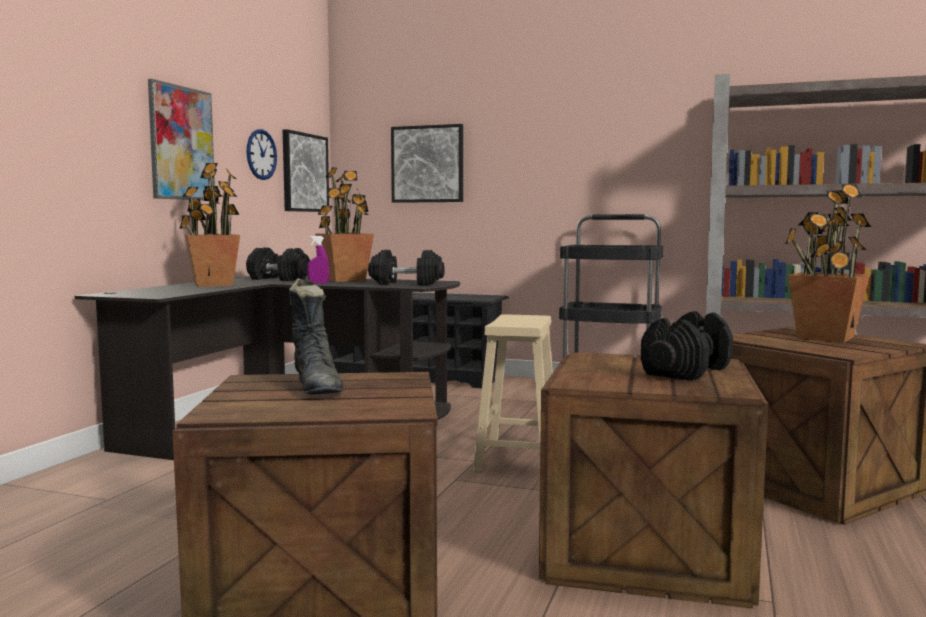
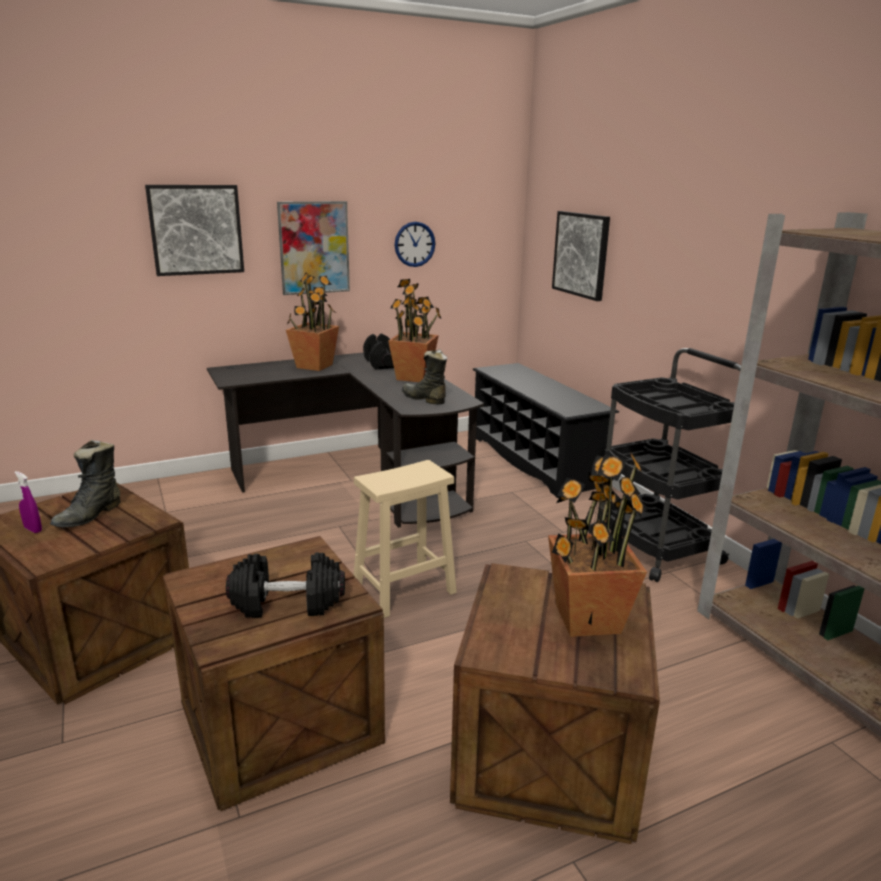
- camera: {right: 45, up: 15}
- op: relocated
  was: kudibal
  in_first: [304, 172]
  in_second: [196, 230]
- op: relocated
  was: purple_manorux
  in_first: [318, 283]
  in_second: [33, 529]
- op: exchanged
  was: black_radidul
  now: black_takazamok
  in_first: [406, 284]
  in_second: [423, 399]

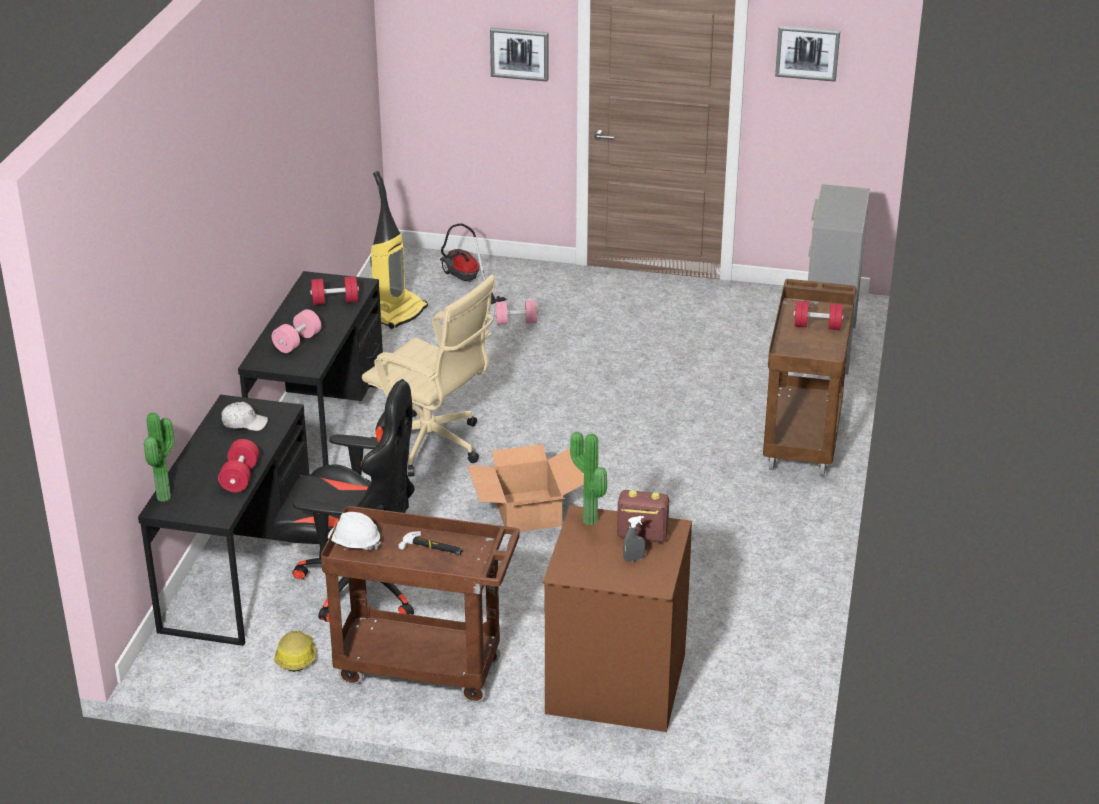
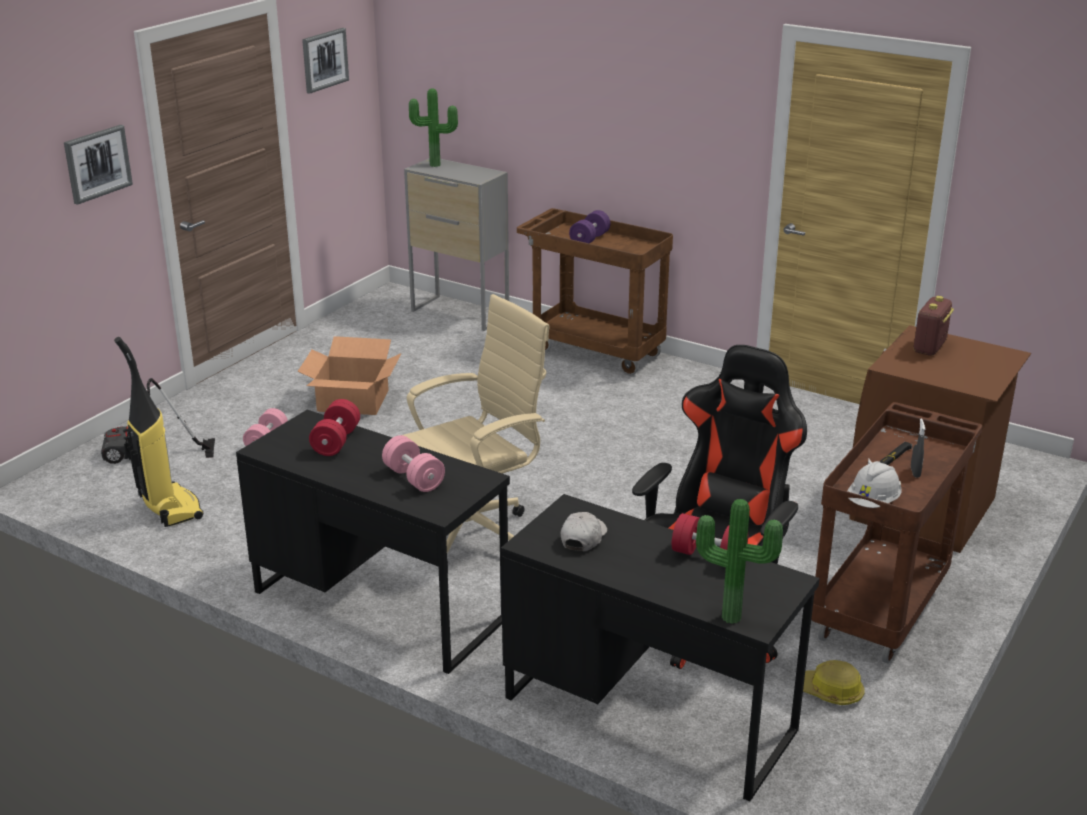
- camera: {right: -70, up: -5}
- op: relocated
  was: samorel
  in_first: [527, 511]
  in_second: [353, 401]
- op: relocated
  was: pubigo
  in_first: [587, 522]
  in_second: [435, 165]
- op: relocated
  was: grey_manorux
  in_first: [634, 559]
  in_second: [915, 472]
- op: colour
  was: red_radidul
  now: purple_radidul
  in_first: [817, 326]
  in_second: [589, 239]

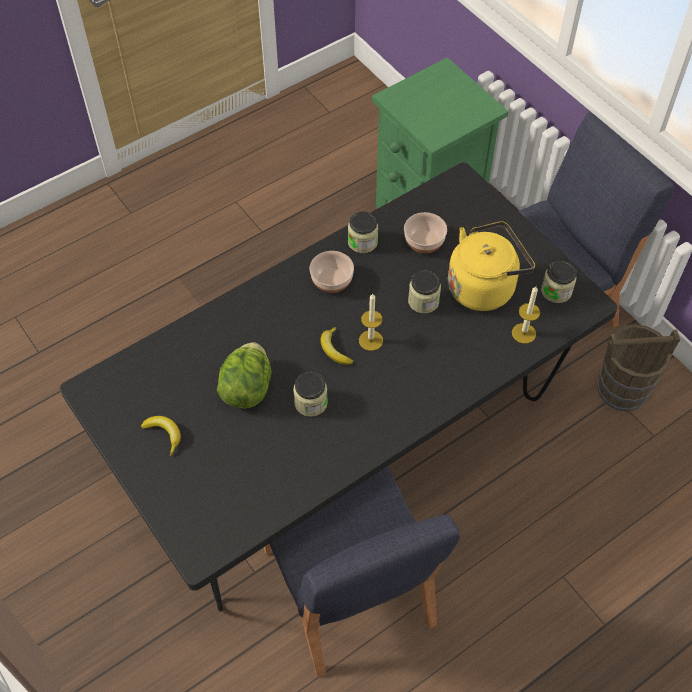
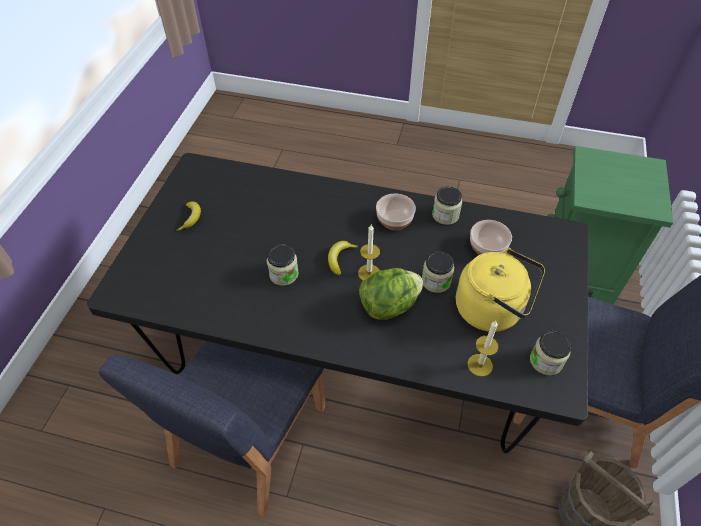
- camera: {right: 50, up: -5}
- op: relocated
  was: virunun
  in_first: [247, 388]
  in_second: [389, 306]

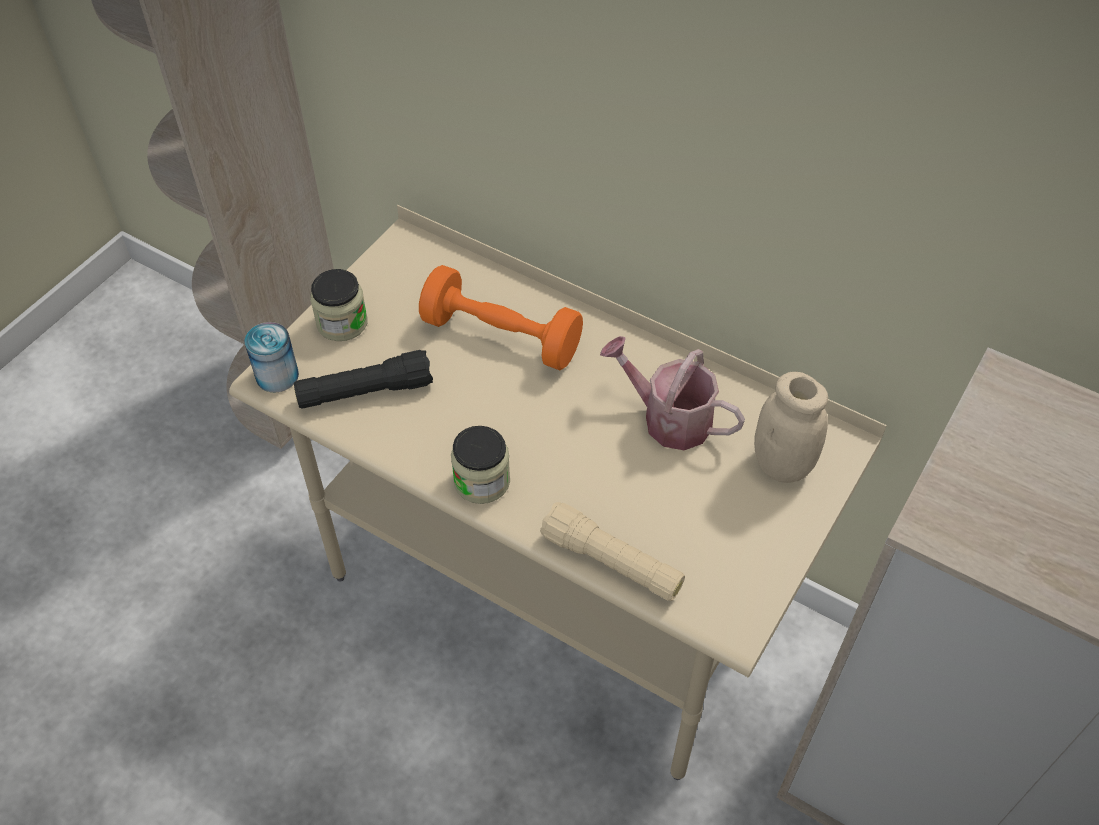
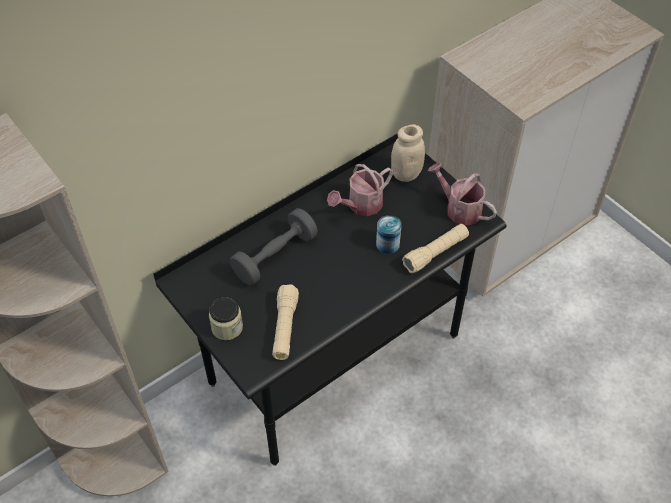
- camera: {right: -70, up: 0}
- op: missing
  was: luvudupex
  in_first: [482, 481]
- op: appeared
  now: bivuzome
  in_second: [459, 209]
- op: relocated
  was: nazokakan
  in_first: [277, 375]
  in_second: [387, 244]
- op: colour
  was: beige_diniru
  now: black_diniru
  in_first: [550, 599]
  in_second: [334, 359]
- op: colour
  was: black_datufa
  now: beige_datufa
  in_first: [365, 392]
  in_second: [285, 327]
- op: colour
  was: orange_radidul
  now: grey_radidul
  in_first: [501, 337]
  in_second: [275, 256]

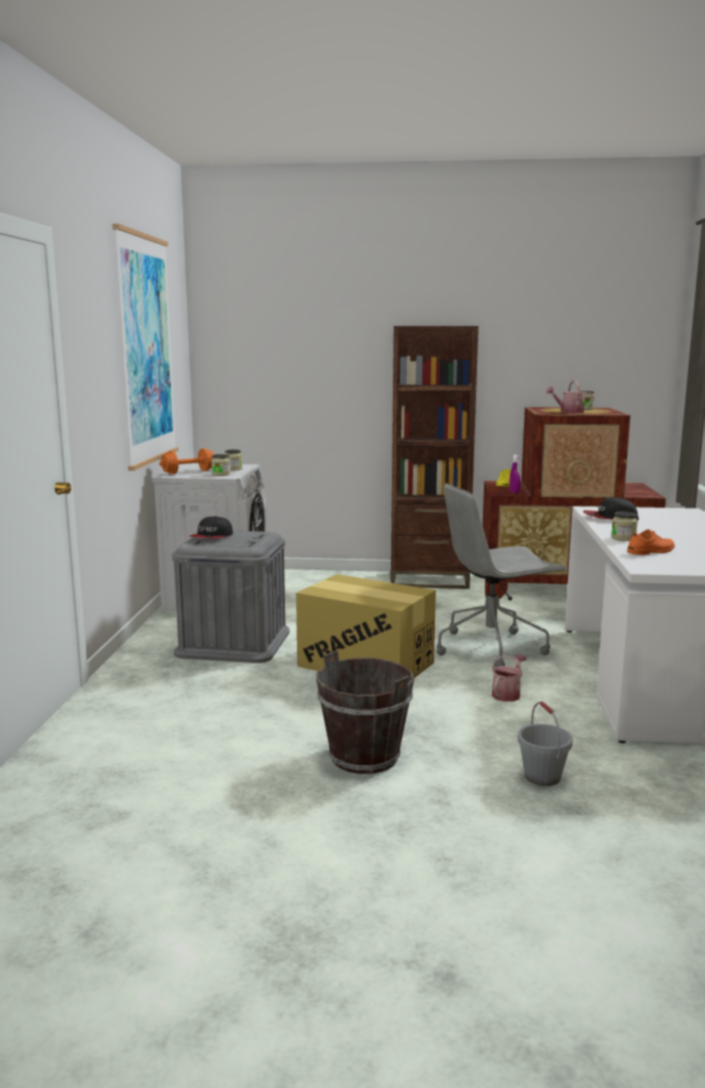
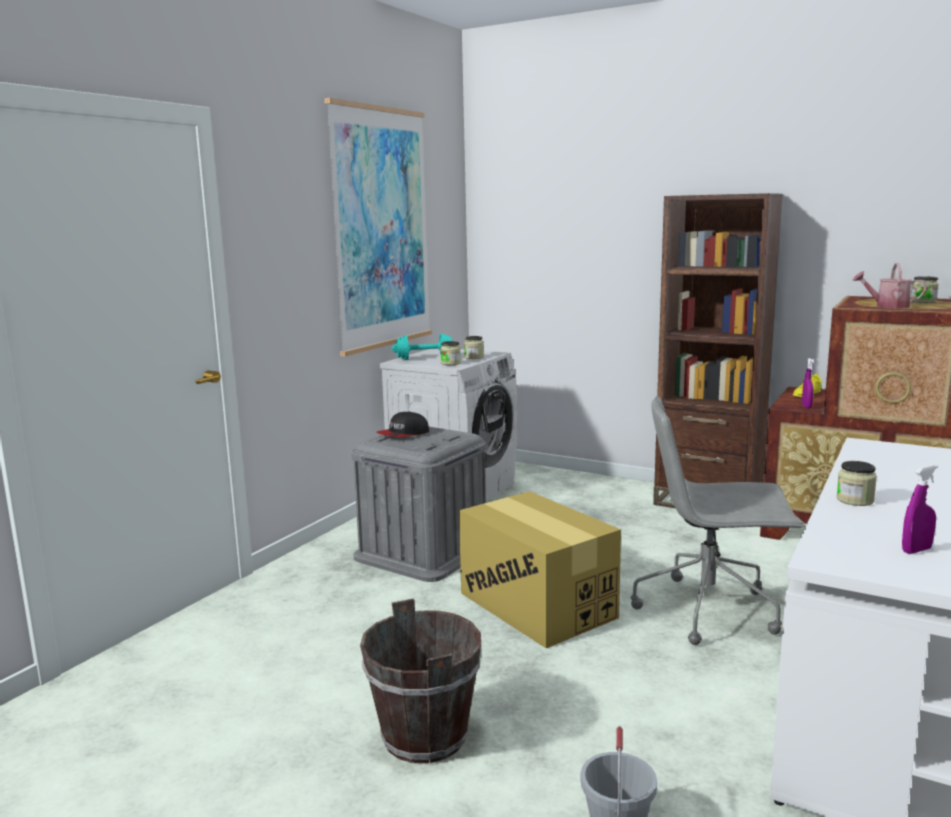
- camera: {right: 25, up: 0}
- op: missing
  was: bivuzome
  in_first: [507, 694]
- op: missing
  was: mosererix
  in_first: [610, 518]
- op: missing
  was: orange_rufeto
  in_first: [651, 551]
- op: appeared
  now: purple_manorux
  in_second: [916, 550]
- op: colour
  was: orange_radidul
  now: turquoise_radidul
  in_first: [188, 472]
  in_second: [424, 358]

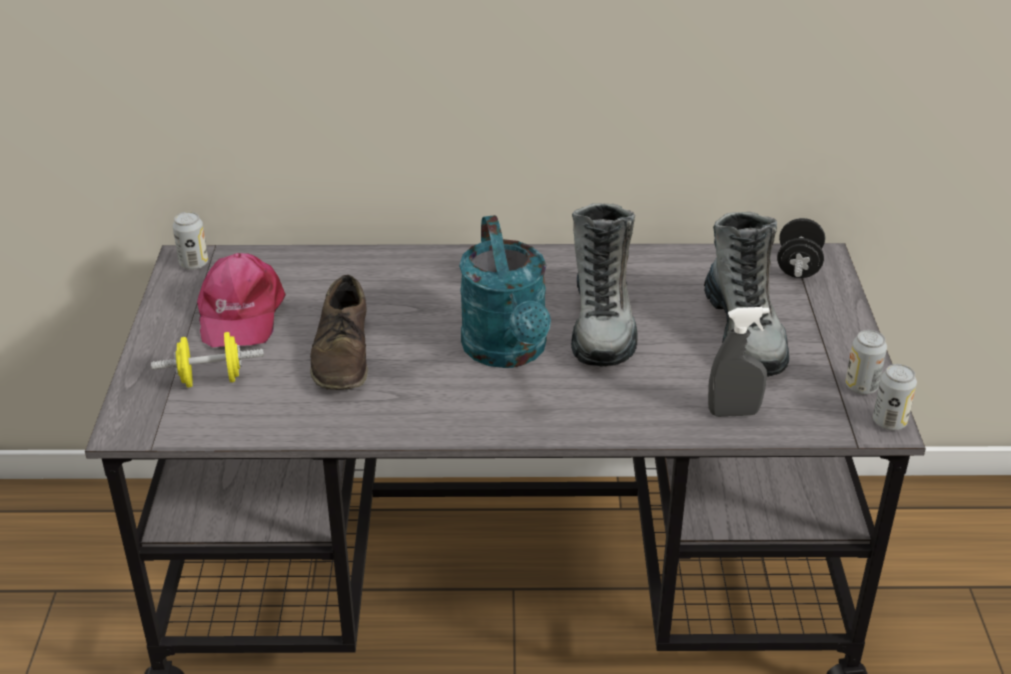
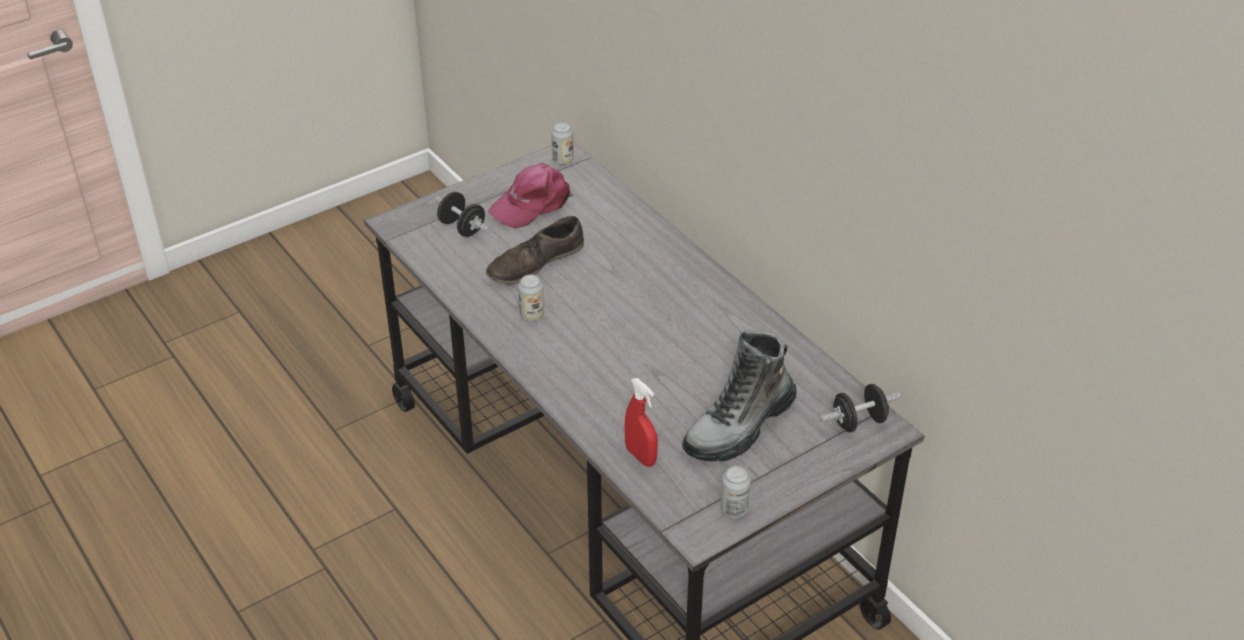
- camera: {right: 55, up: 5}
- op: missing
  was: turquoise_bivuzome
  in_first: [508, 352]
- op: missing
  was: takazamok
  in_first: [602, 324]
- op: relocated
  was: nazokakan
  in_first: [889, 422]
  in_second: [532, 315]
- op: colour
  was: yellow_radidul
  now: black_radidul
  in_first: [211, 379]
  in_second: [462, 228]
- op: colour
  was: grey_manorux
  now: red_manorux
  in_first: [733, 412]
  in_second: [640, 456]

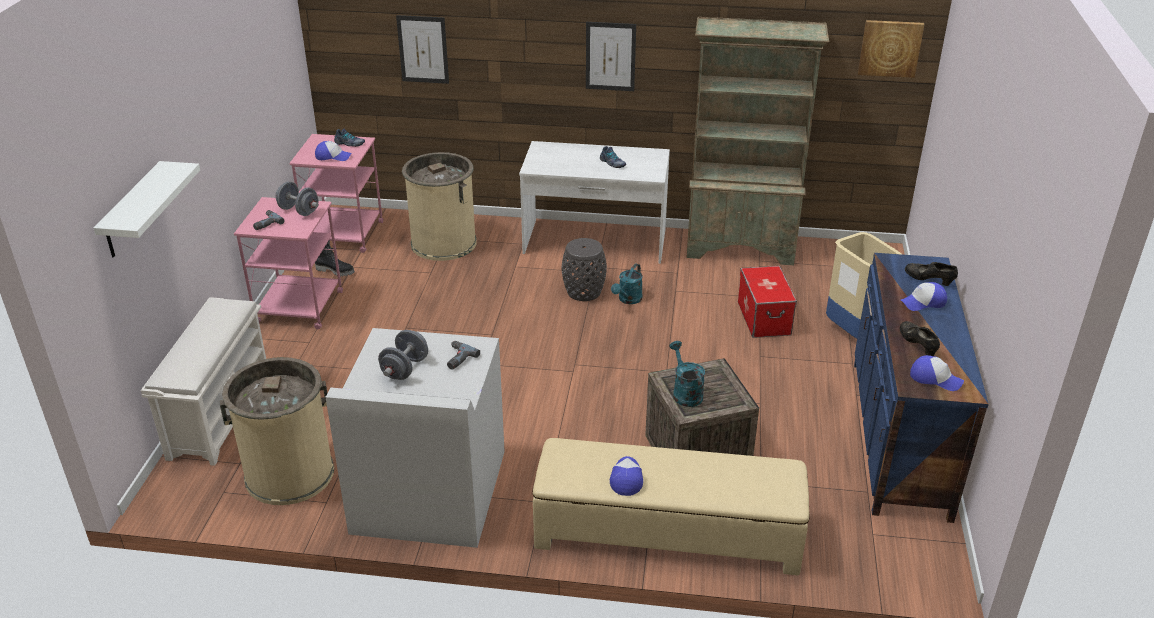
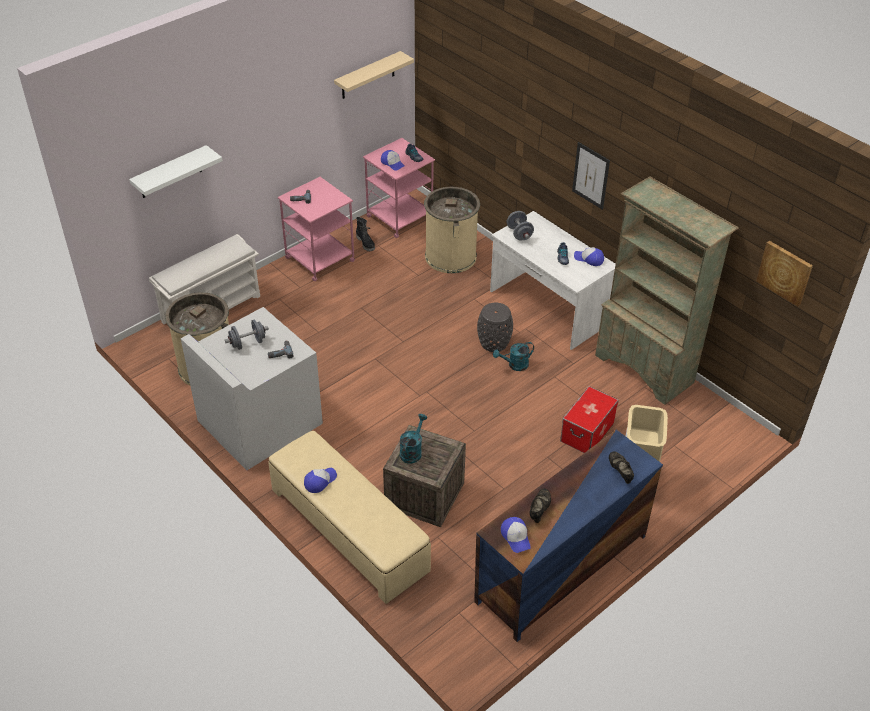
- camera: {right: 40, up: 10}
- op: missing
  was: kudibal
  in_first: [423, 49]
- op: appeared
  now: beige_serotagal
  in_second: [368, 76]
- op: relocated
  was: grey_radidul
  in_first: [299, 211]
  in_second: [519, 234]
- op: relocated
  was: mosererix
  in_first: [923, 302]
  in_second: [589, 259]

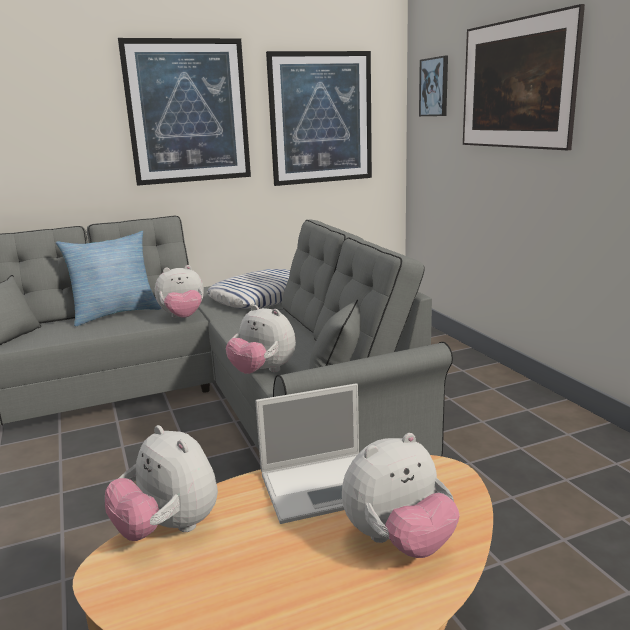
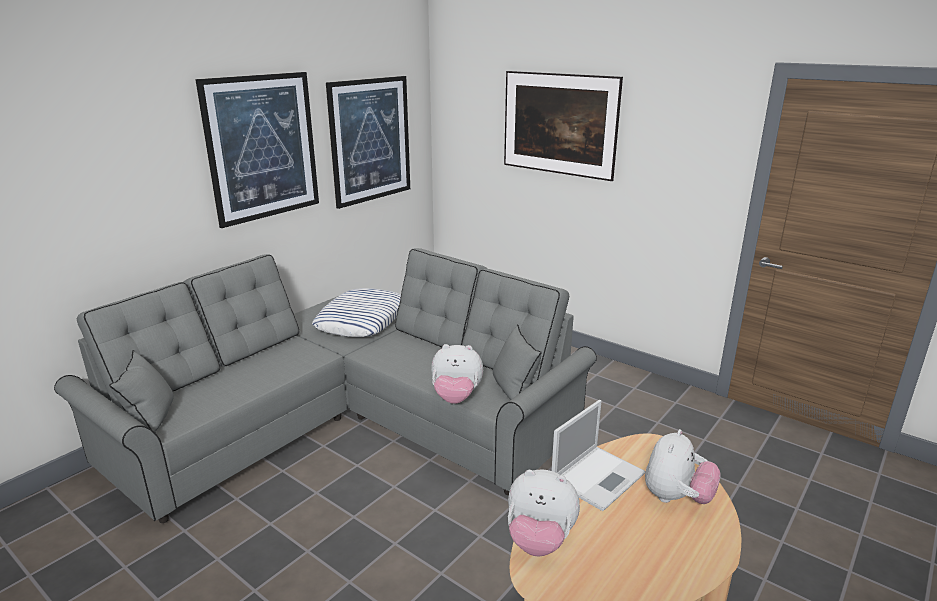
- camera: {right: -30, up: 5}
- op: missing
  was: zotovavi
  in_first: [115, 314]
- op: missing
  was: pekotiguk
  in_first: [183, 317]
- op: missing
  was: kudibal
  in_first: [434, 87]

